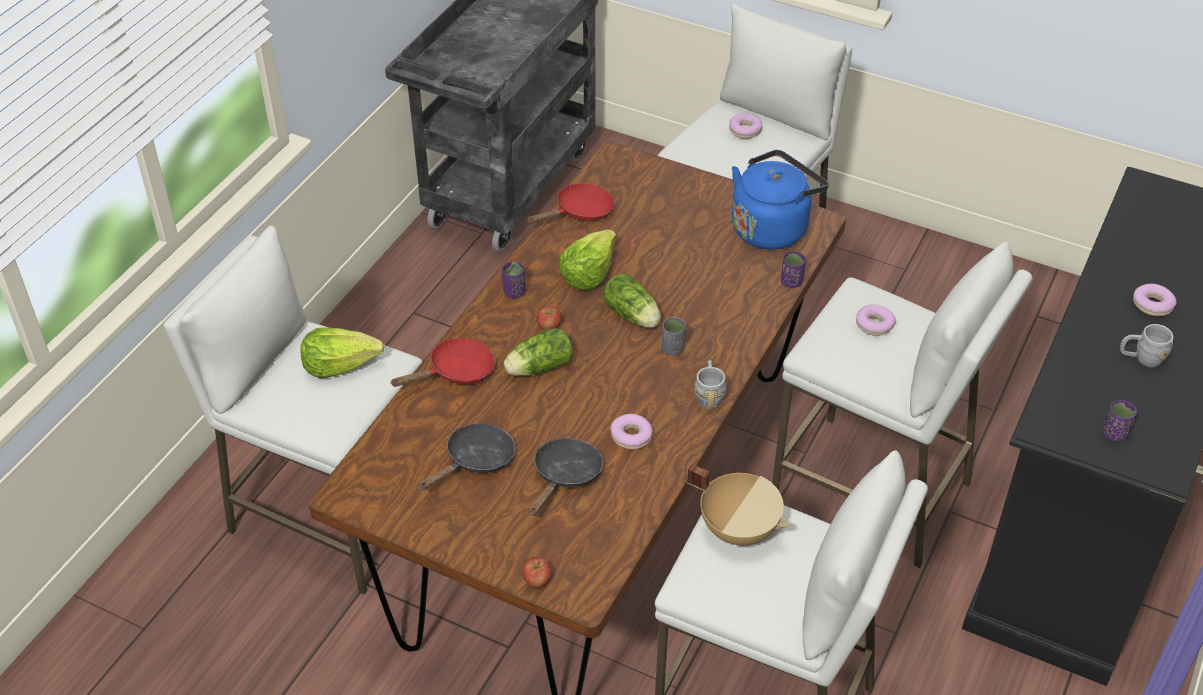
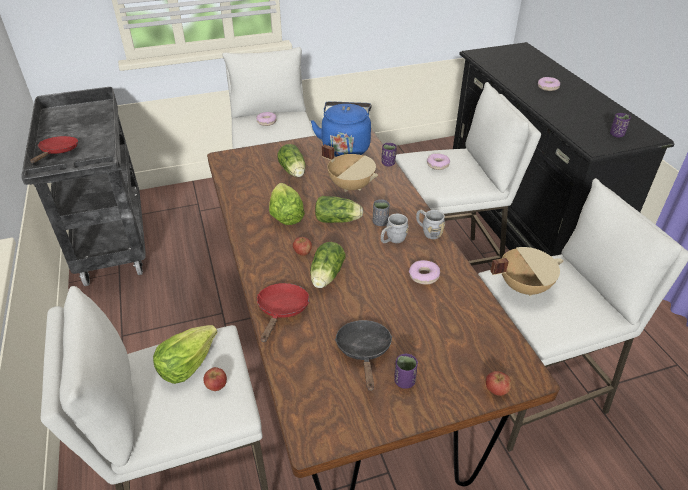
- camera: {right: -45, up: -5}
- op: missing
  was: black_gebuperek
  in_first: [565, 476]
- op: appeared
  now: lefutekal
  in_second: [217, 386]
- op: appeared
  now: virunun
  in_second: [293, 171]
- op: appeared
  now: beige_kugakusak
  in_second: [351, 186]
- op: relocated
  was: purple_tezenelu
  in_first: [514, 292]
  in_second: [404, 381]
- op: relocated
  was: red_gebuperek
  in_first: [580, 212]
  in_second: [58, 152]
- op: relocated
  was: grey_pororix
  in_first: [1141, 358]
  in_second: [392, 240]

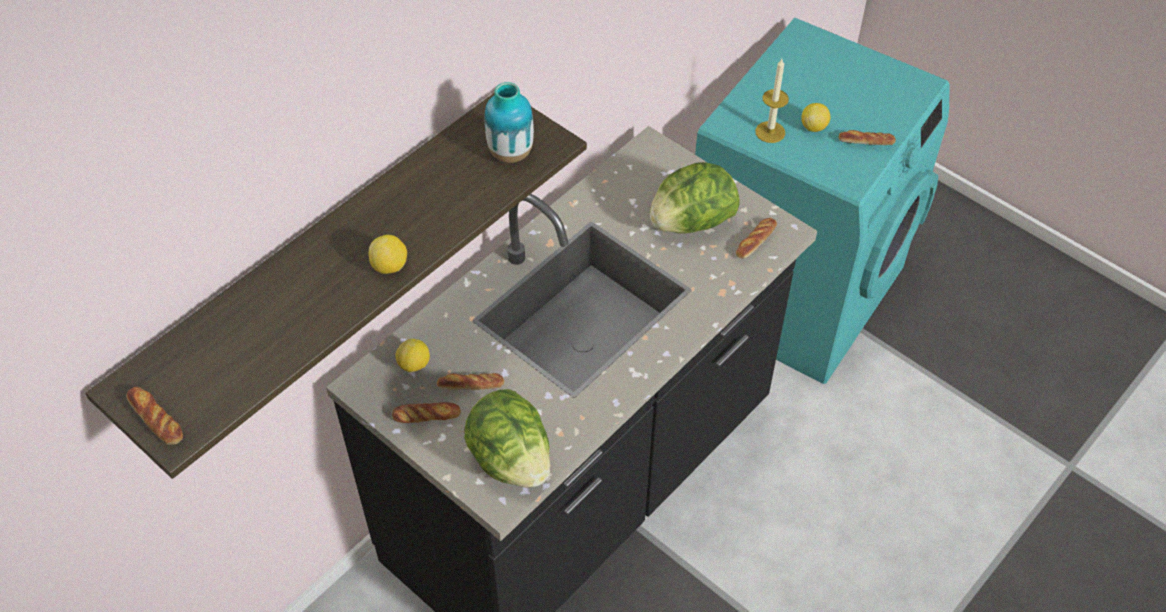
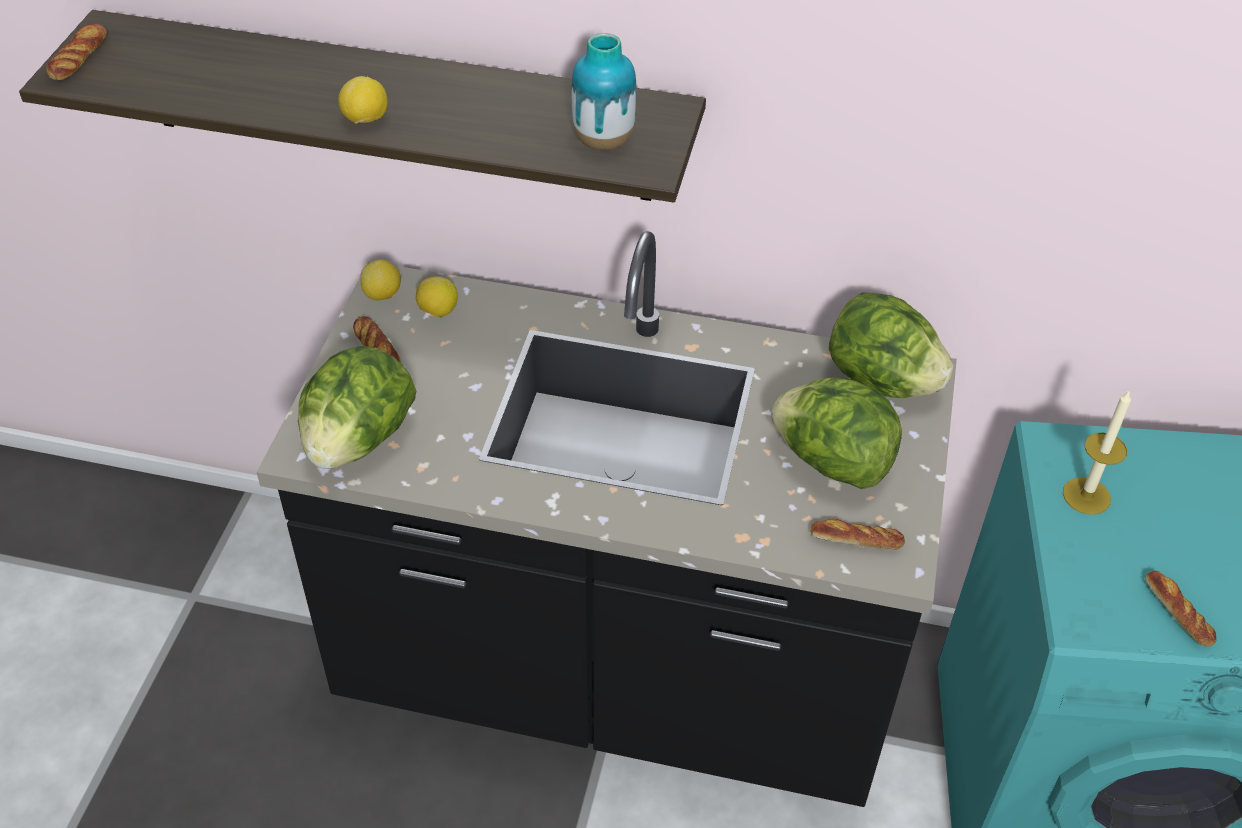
- camera: {right: 60, up: -5}
- op: missing
  was: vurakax
  in_first: [471, 385]
- op: appeared
  now: virunun
  in_second: [882, 381]
- op: relocated
  was: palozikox
  in_first: [814, 127]
  in_second: [383, 295]

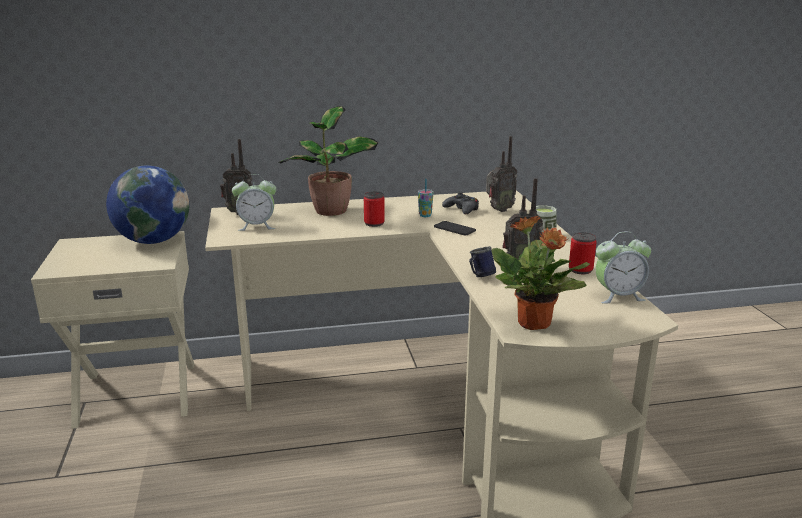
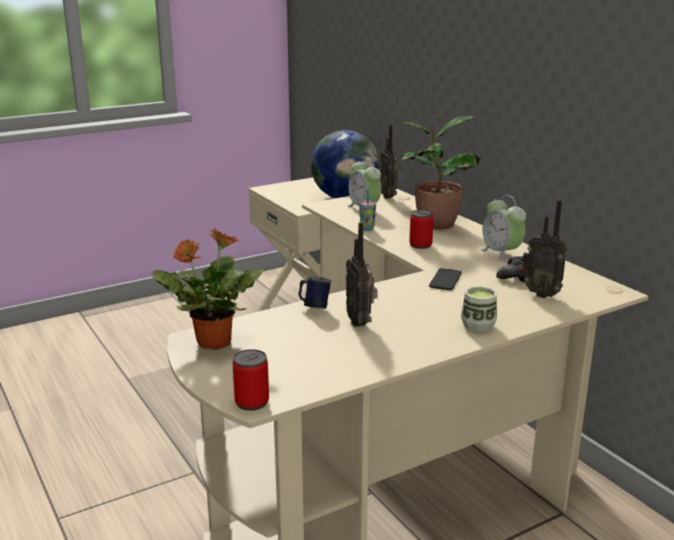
- camera: {right: 70, up: 0}
- op: relocated
  was: tezenelu
  in_first: [425, 215]
  in_second: [367, 229]
- op: relocated
  was: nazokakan
  in_first: [580, 270]
  in_second: [252, 402]
- op: relocated
  was: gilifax
  in_first: [618, 296]
  in_second: [501, 253]

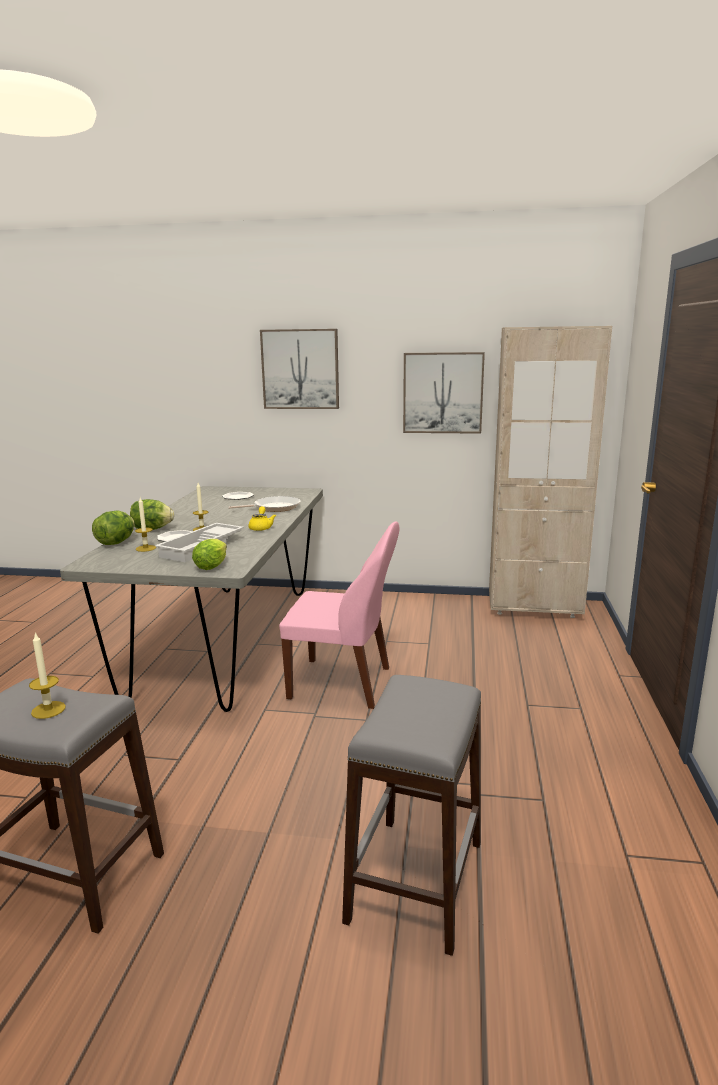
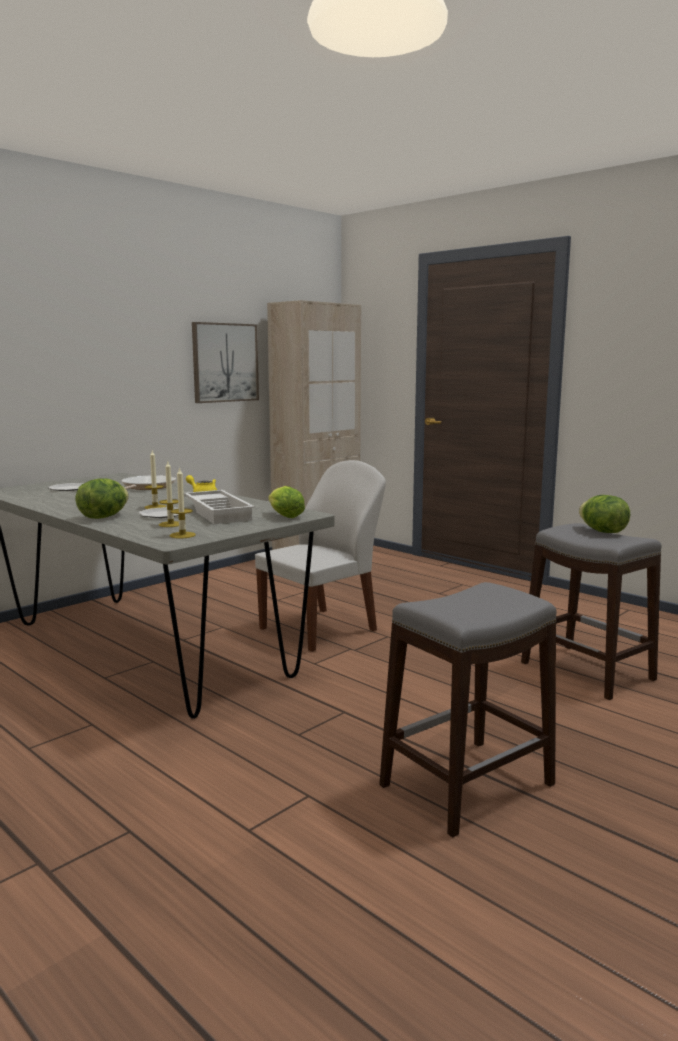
- camera: {right: -55, up: -5}
- op: missing
  was: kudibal
  in_first: [300, 369]
- op: relocated
  was: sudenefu
  in_first: [48, 710]
  in_second: [182, 535]
- op: relocated
  was: virunun
  in_first: [116, 542]
  in_second: [602, 531]
- op: colour
  was: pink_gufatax
  now: white_gufatax
  in_first: [343, 684]
  in_second: [321, 629]

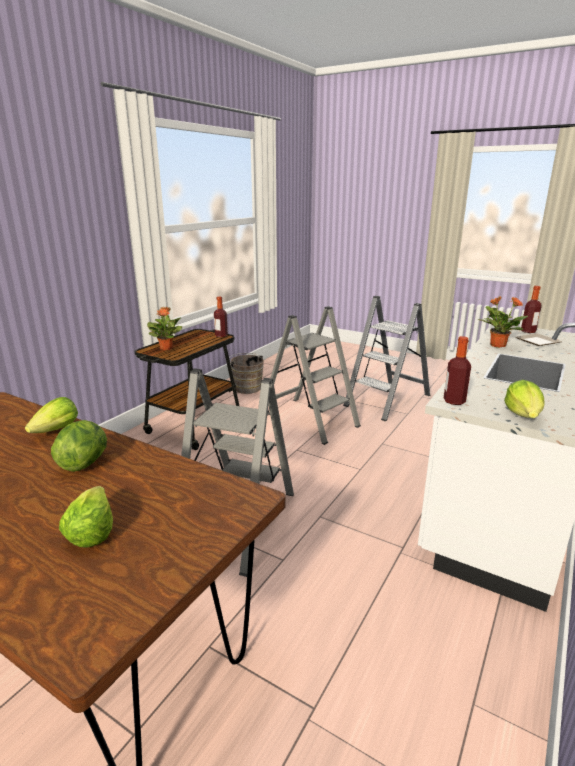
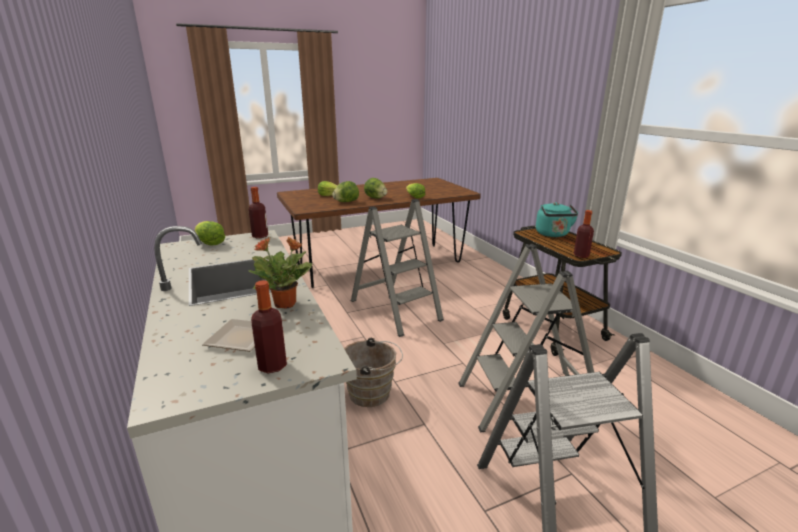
- camera: {right: 125, up: 0}
- op: appeared
  now: virunun
  in_second: [346, 202]
- op: relocated
  was: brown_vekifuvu
  in_first: [247, 387]
  in_second: [373, 394]
- op: exchanged
  was: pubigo
  now: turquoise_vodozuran
  in_first: [166, 348]
  in_second: [553, 234]

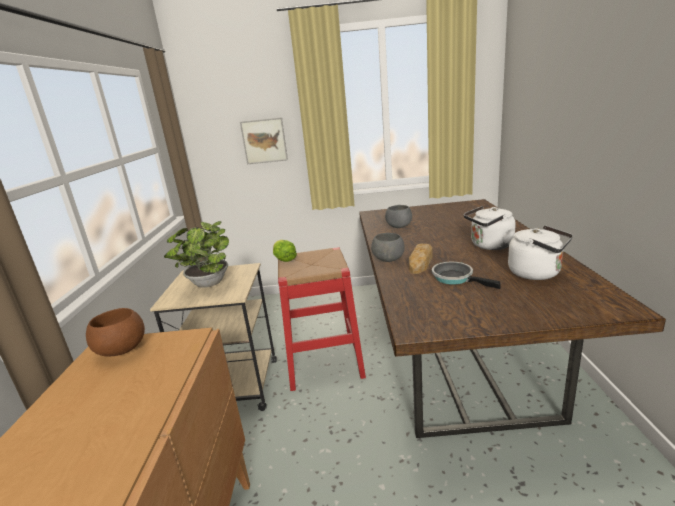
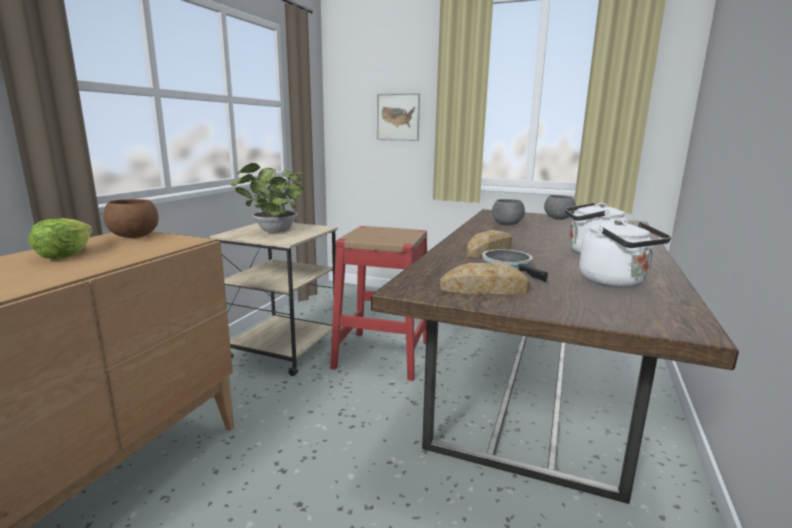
- camera: {right: 20, up: -5}
- op: appeared
  now: vurakax
  in_second: [484, 289]
- op: relocated
  was: virunun
  in_first: [284, 259]
  in_second: [65, 254]
- op: relocated
  was: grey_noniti
  in_first: [388, 260]
  in_second: [558, 219]

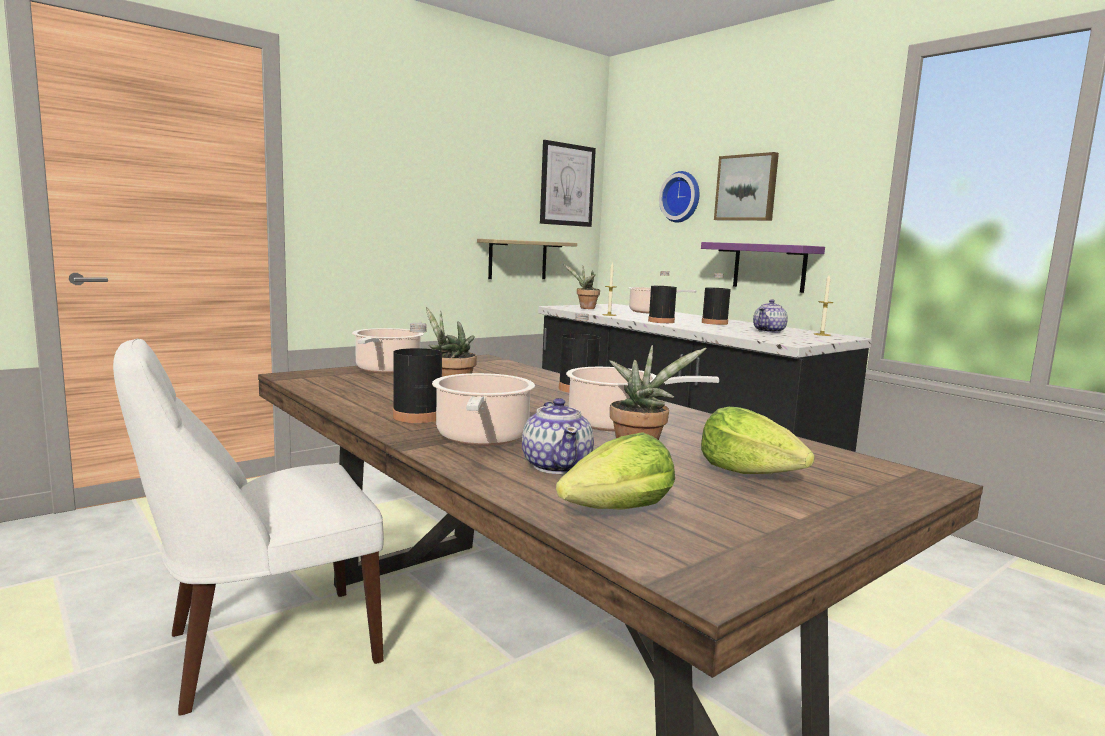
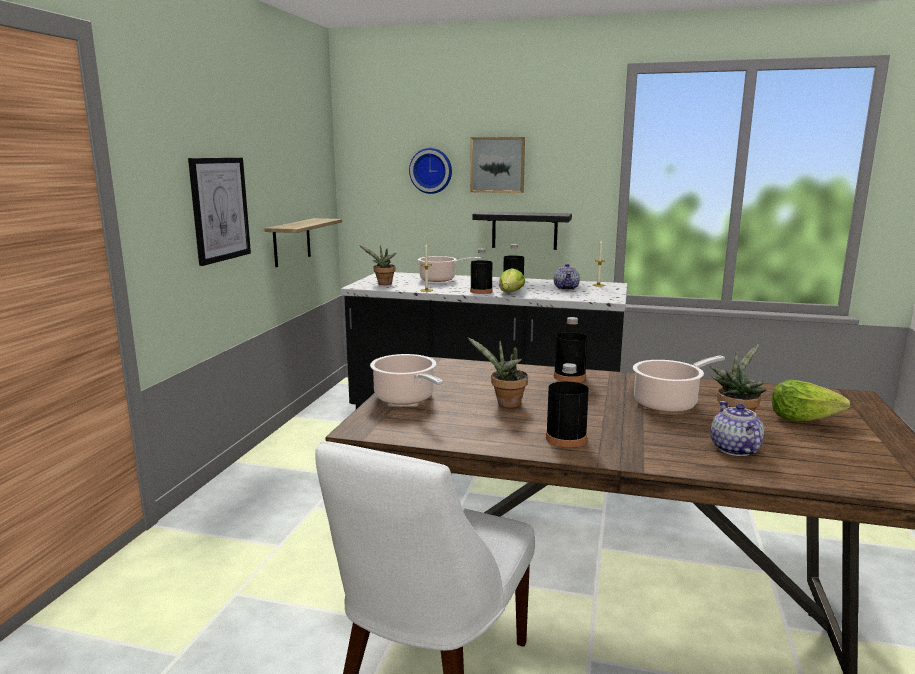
- camera: {right: -35, up: 5}
- op: missing
  was: kugakusak
  in_first: [481, 438]
- op: relocated
  was: kudibal
  in_first: [567, 185]
  in_second: [220, 209]
- op: relocated
  was: virunun
  in_first: [618, 512]
  in_second: [510, 293]
- op: colour
  was: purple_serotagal
  now: black_serotagal
  in_first: [769, 267]
  in_second: [524, 230]
- op: spun
  was: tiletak
  in_first: [557, 466]
  in_second: [734, 449]
  clockwise: -135

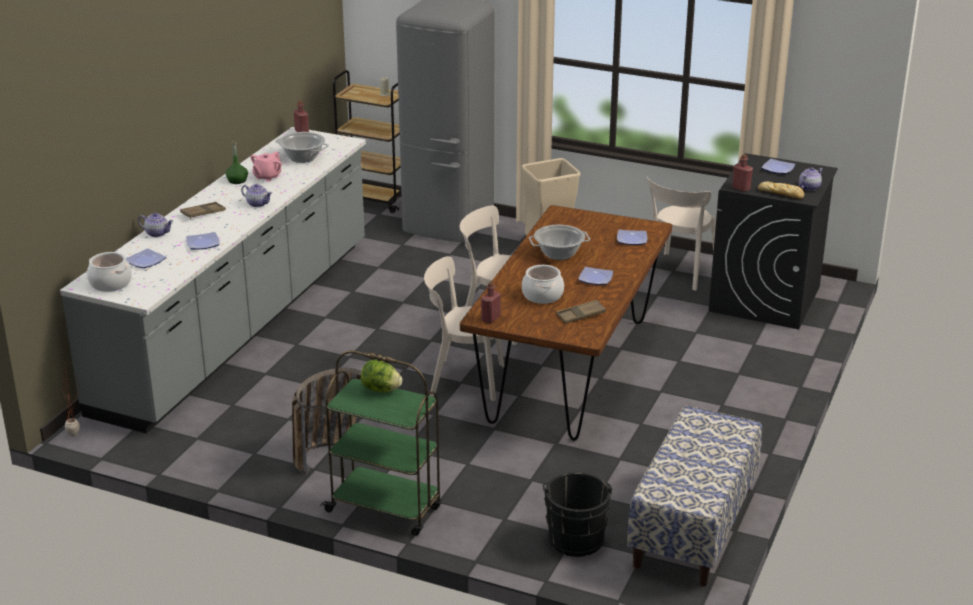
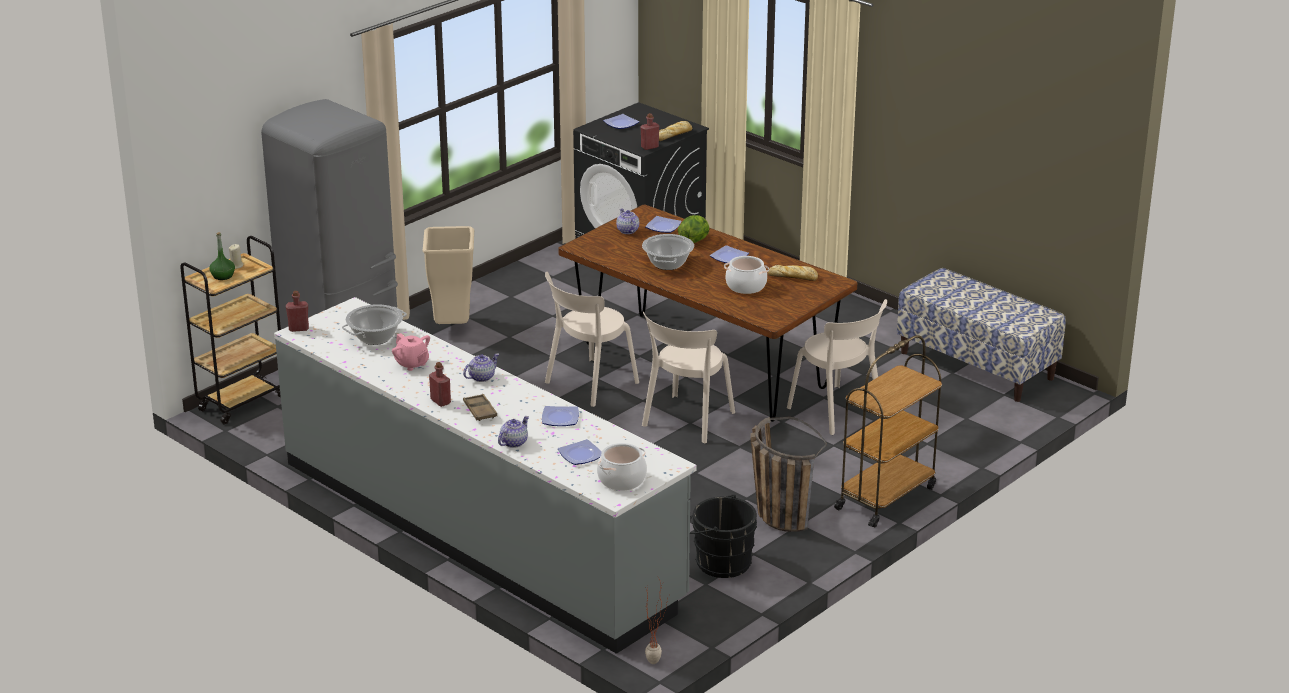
- camera: {right: -70, up: 0}
- op: relocated
  was: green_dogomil
  in_first: [237, 180]
  in_second: [222, 276]
- op: relocated
  was: virunun
  in_first: [381, 390]
  in_second: [694, 240]
- op: relocated
  was: red_dogomil
  in_first: [490, 319]
  in_second: [440, 401]
- op: relocated
  was: black_vekifuvu
  in_first: [576, 537]
  in_second: [720, 562]
- op: relocated
  was: beige_gufatax
  in_first: [678, 273]
  in_second: [838, 412]
- op: relocated
  was: tiletak
  in_first: [809, 187]
  in_second: [627, 230]
- op: exchanged
  was: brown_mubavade
  now: vurakax
  in_first: [581, 315]
  in_second: [794, 277]
- op: colour
  was: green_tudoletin
  now: brown_tudoletin
  in_first: [385, 510]
  in_second: [887, 498]

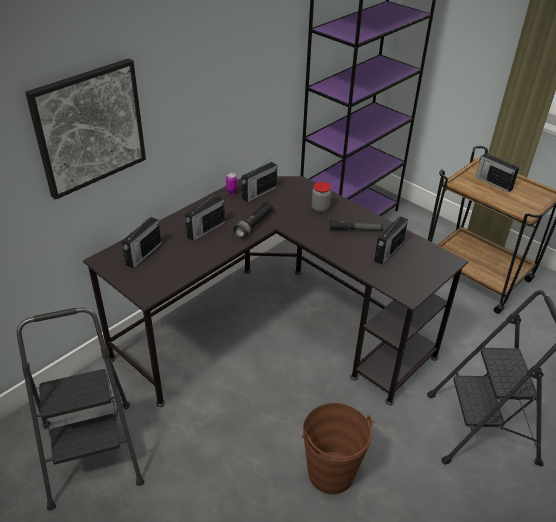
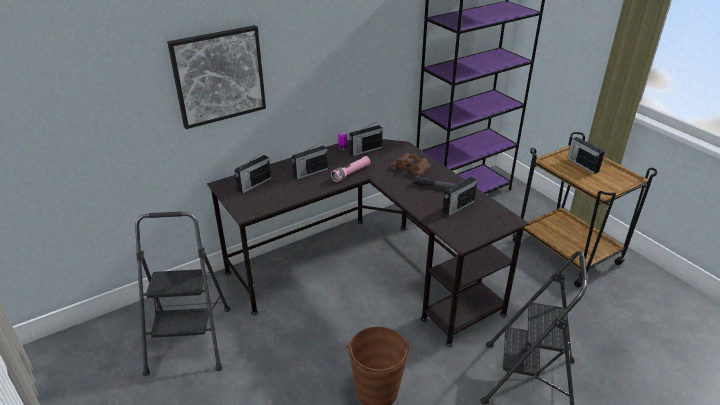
- camera: {right: 15, up: -5}
- op: exchanged
  was: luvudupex
  now: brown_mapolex
  in_first: [320, 208]
  in_second: [412, 167]
- op: colour
  was: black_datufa
  now: pink_datufa
  in_first: [254, 225]
  in_second: [351, 173]

